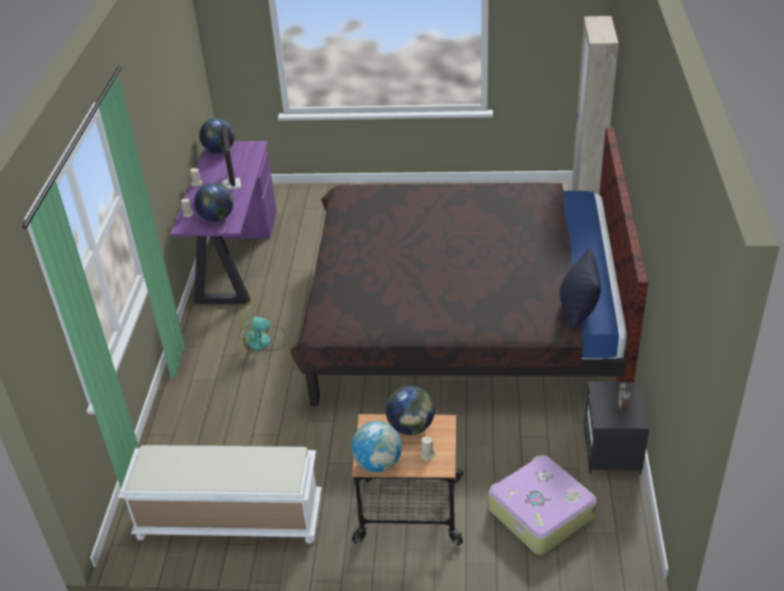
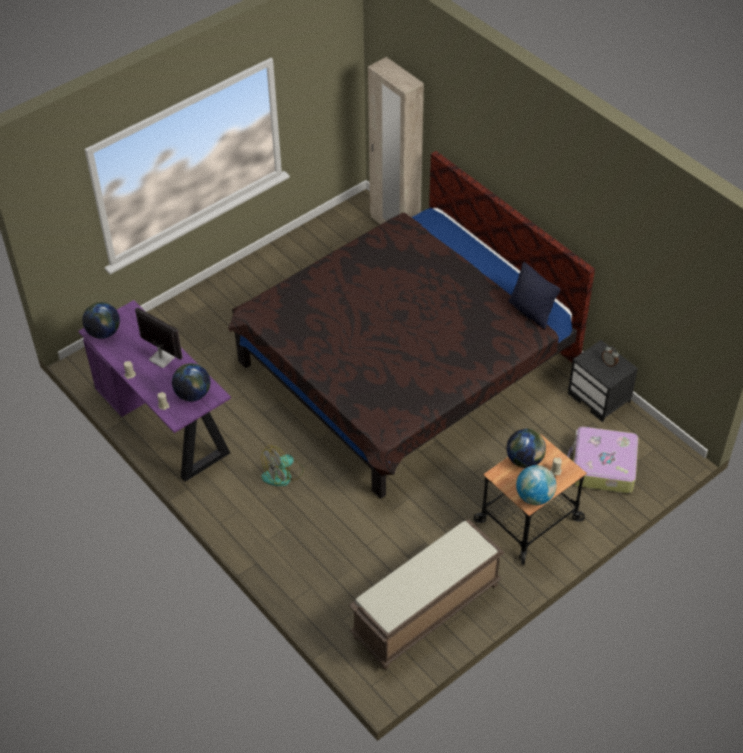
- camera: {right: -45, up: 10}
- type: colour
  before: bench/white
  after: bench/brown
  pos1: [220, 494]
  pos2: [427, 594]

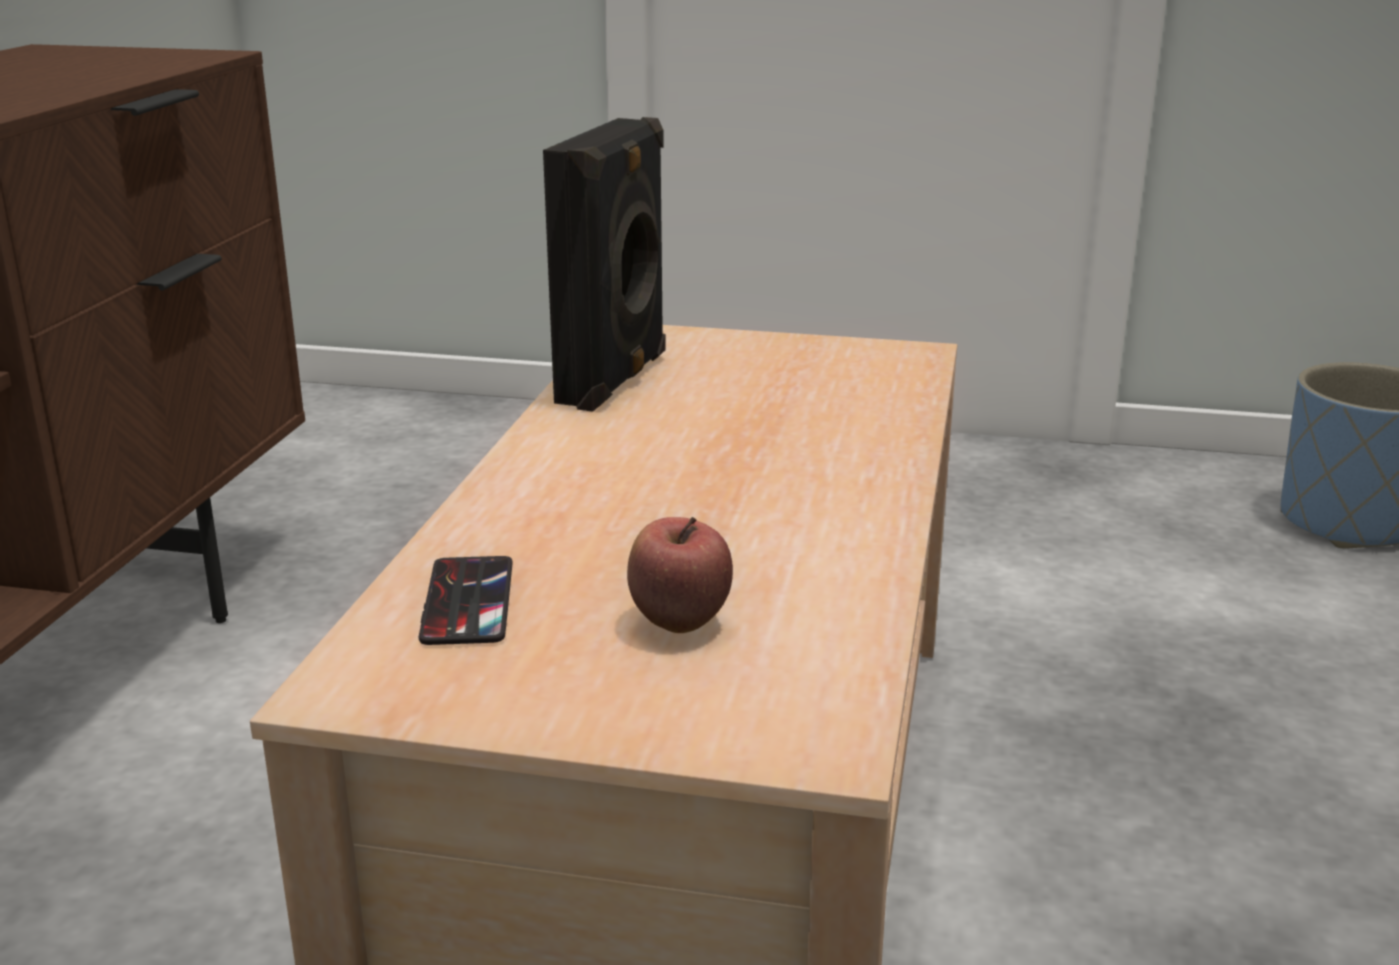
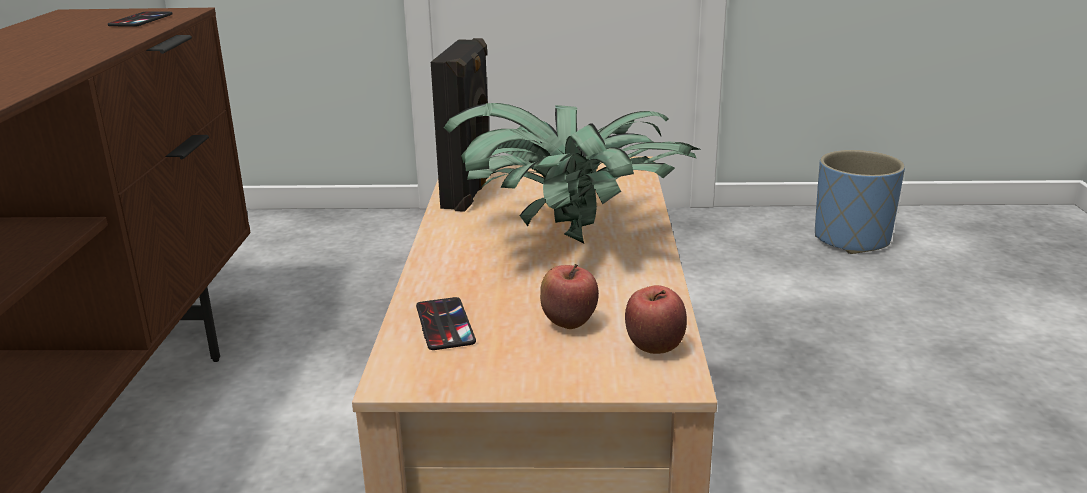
- camera: {right: -10, up: 0}
- type: appeared
  after: phone
  pos2: [140, 19]
- type: appeared
  after: potted plant
  pos2: [572, 173]
- type: appeared
  after: apple
  pos2: [656, 319]

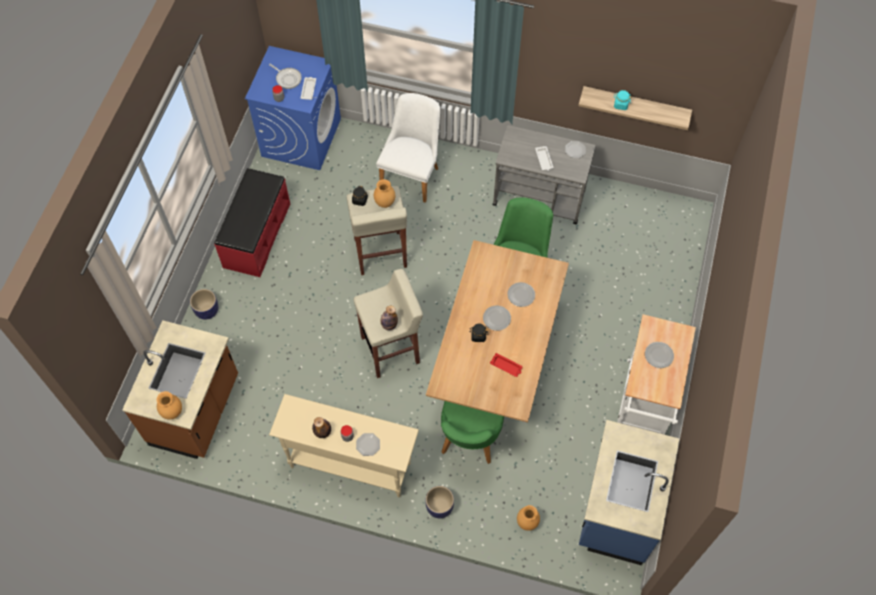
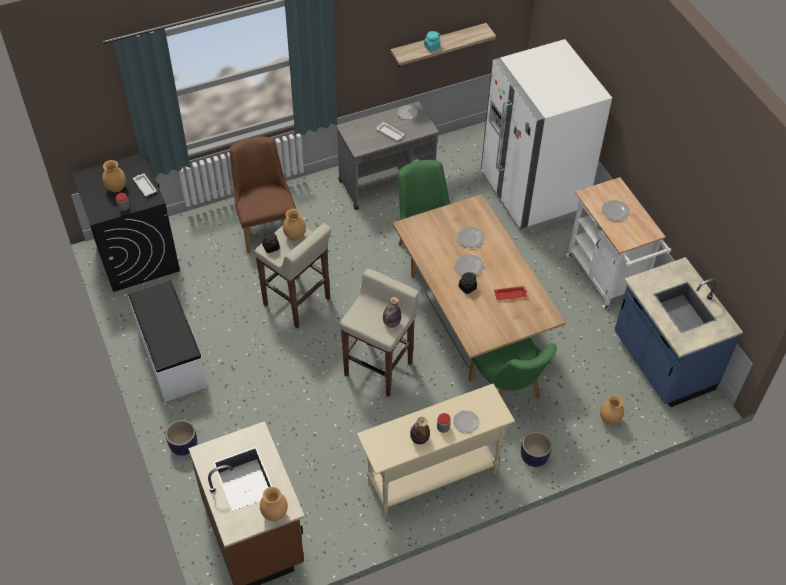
- camera: {right: -40, up: -10}
- type: colour
  before: washing machine/blue
  after: washing machine/black
  pos1: [293, 108]
  pos2: [126, 223]
- type: exchanged
  before: frying pan
  after: vase/brown
  pos1: [285, 76]
  pos2: [114, 176]
- type: colour
  before: bench/red
  after: bench/white
  pos1: [252, 222]
  pos2: [168, 341]
- type: colour
  before: chair/white
  after: chair/brown
  pos1: [408, 148]
  pos2: [262, 194]
- type: appeared
  after: fridge/white
  pos2: [546, 136]

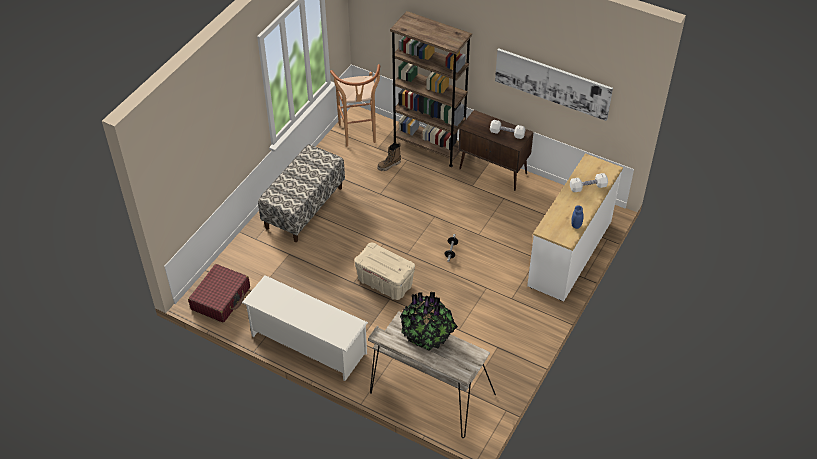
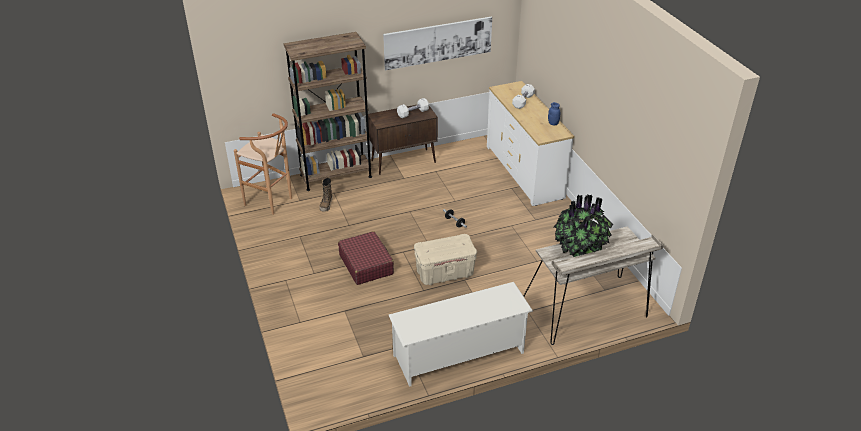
- camera: {right: -50, up: -10}
- type: relocated
  before: suitcase/red
  pos1: [219, 293]
  pos2: [366, 258]
- type: missing
  before: bench
  pos1: [301, 193]

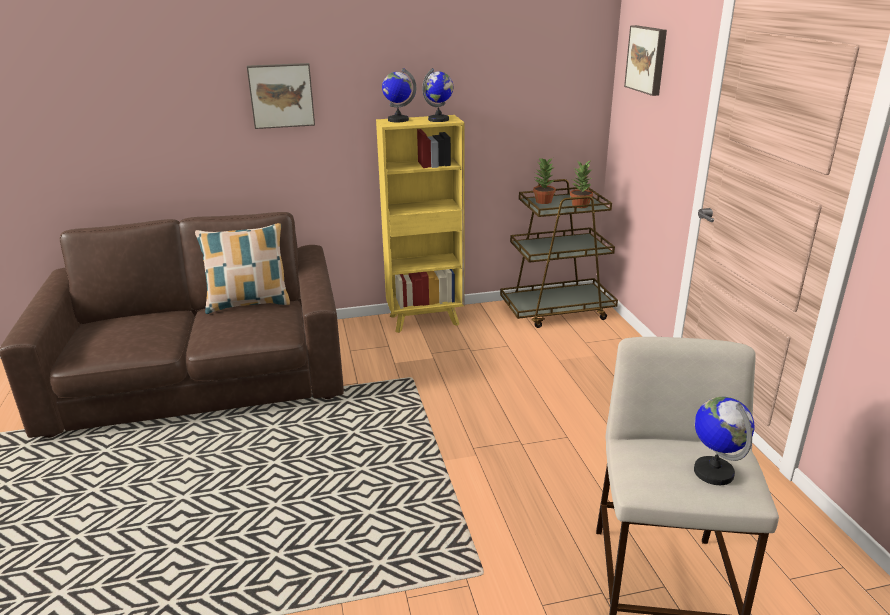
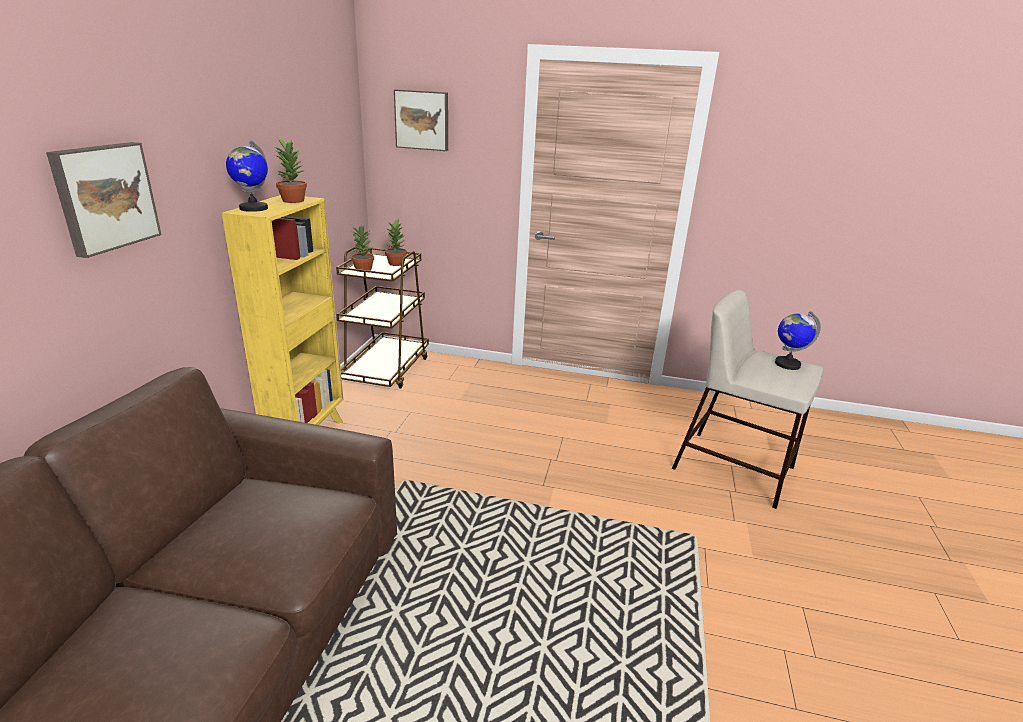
- camera: {right: -65, up: 0}
- type: exchanged
  before: globe
  after: potted plant
  pos1: [437, 95]
  pos2: [290, 171]
- type: missing
  before: pillow
  pos1: [242, 268]

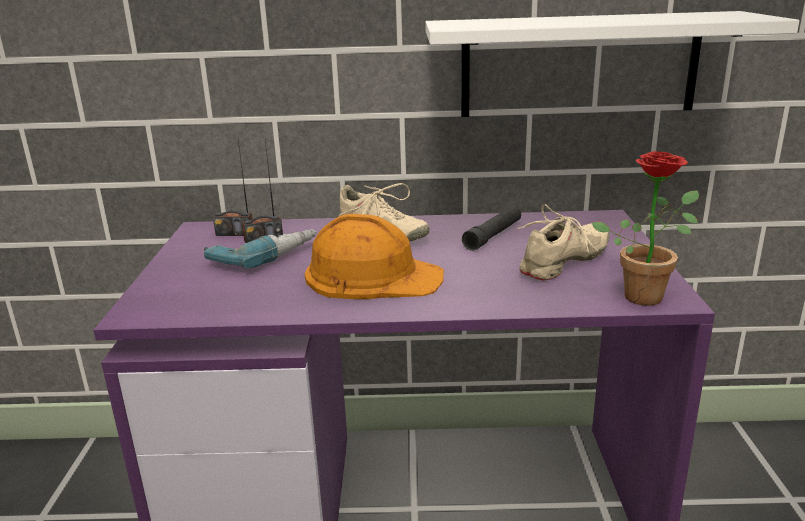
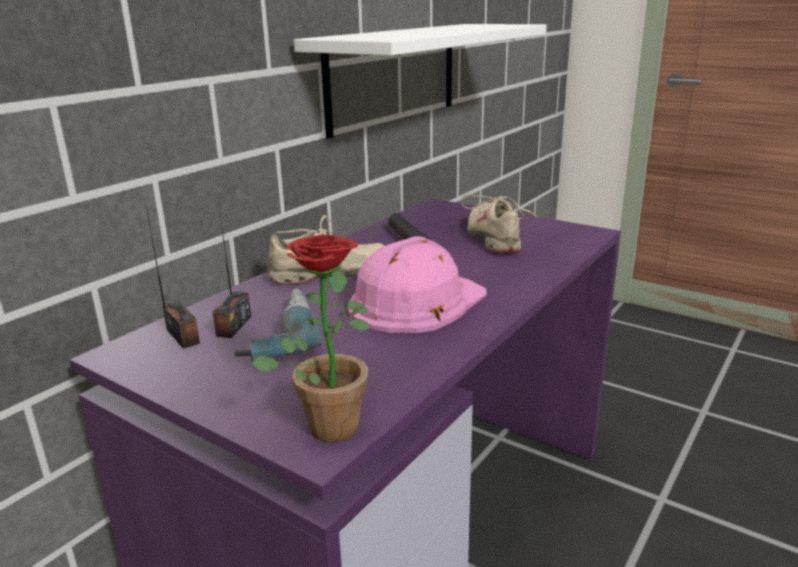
- camera: {right: -55, up: 0}
- type: spun
  before: radio
  pos1: [233, 188]
  pos2: [173, 278]
  turn: -75
- type: relocated
  before: potted plant
  pos1: [645, 228]
  pos2: [311, 339]
- type: colour
  before: hard hat/orange
  after: hard hat/pink
  pos1: [374, 256]
  pos2: [417, 284]

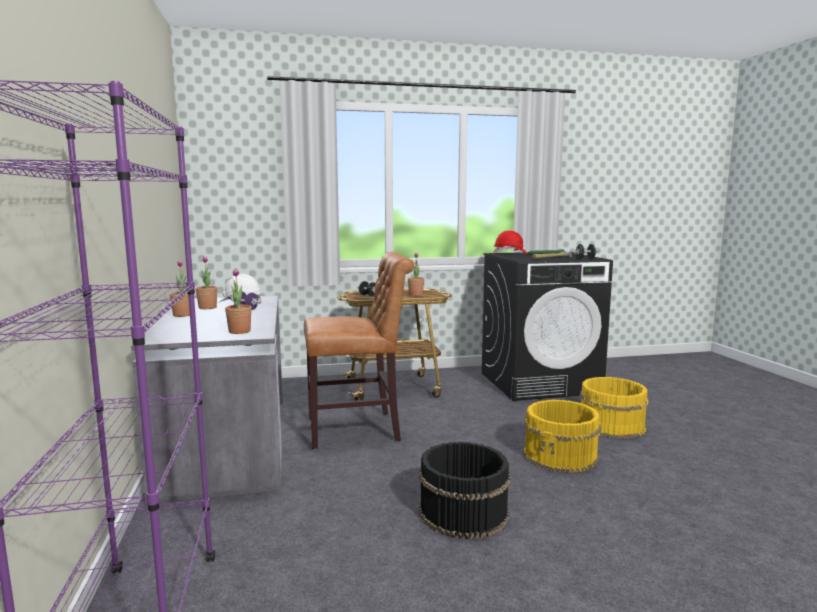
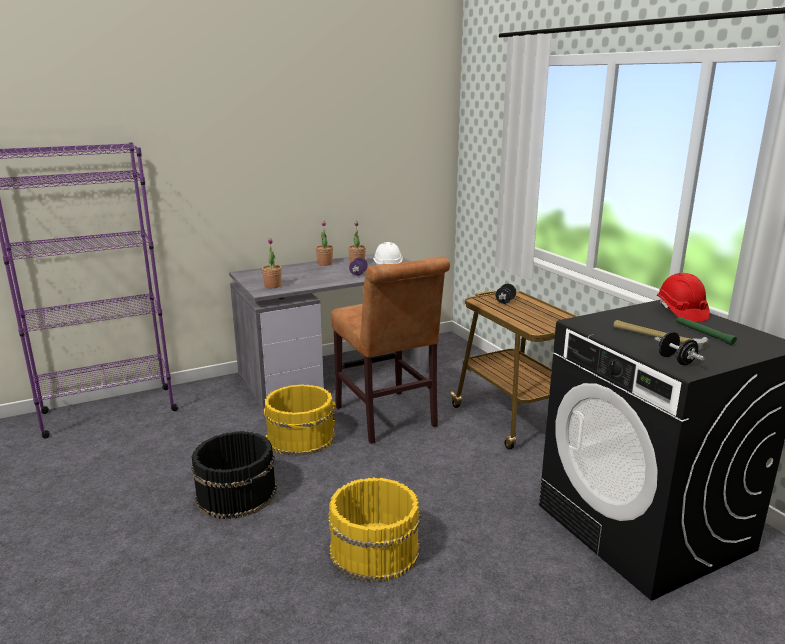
- camera: {right: 75, up: 10}
- type: relocated
  before: bucket/yellow
  pos1: [614, 408]
  pos2: [300, 420]
- type: missing
  before: potted plant
  pos1: [416, 274]

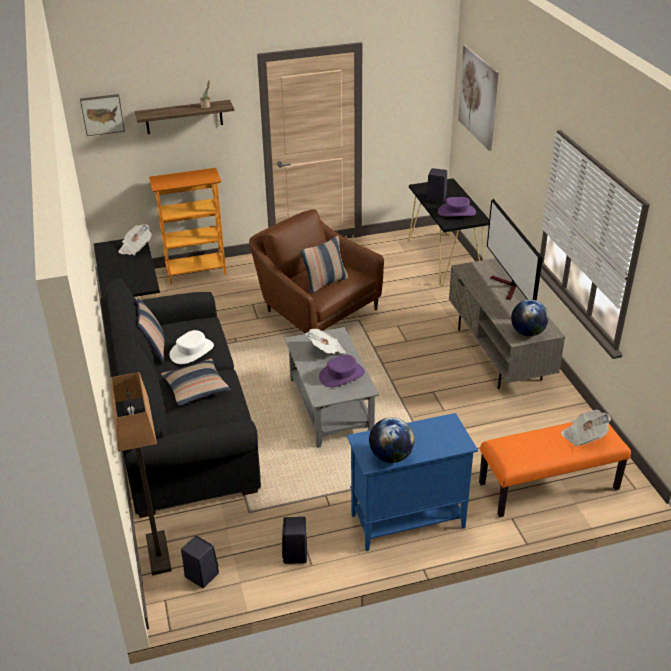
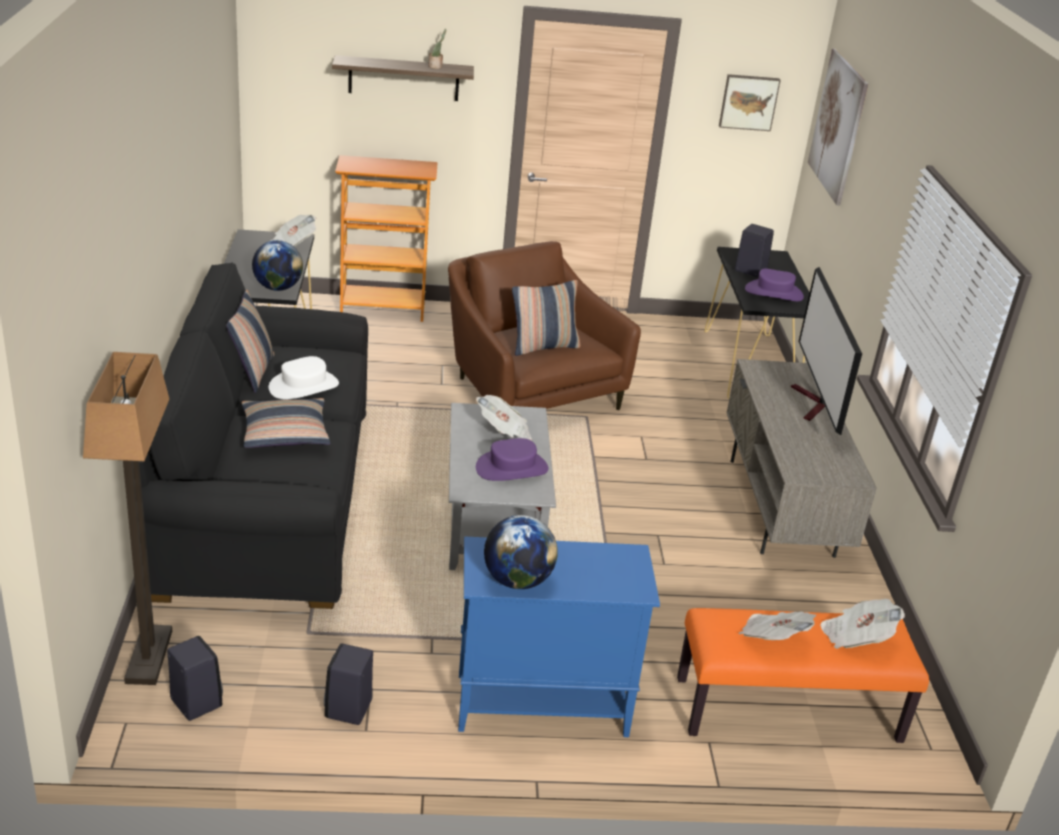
- camera: {right: 10, up: -5}
- type: relocated
  before: globe
  pos1: [530, 318]
  pos2: [277, 265]
- type: relocated
  before: picture
  pos1: [102, 115]
  pos2: [750, 102]
- type: appeared
  after: newspaper
  pos2: [777, 625]

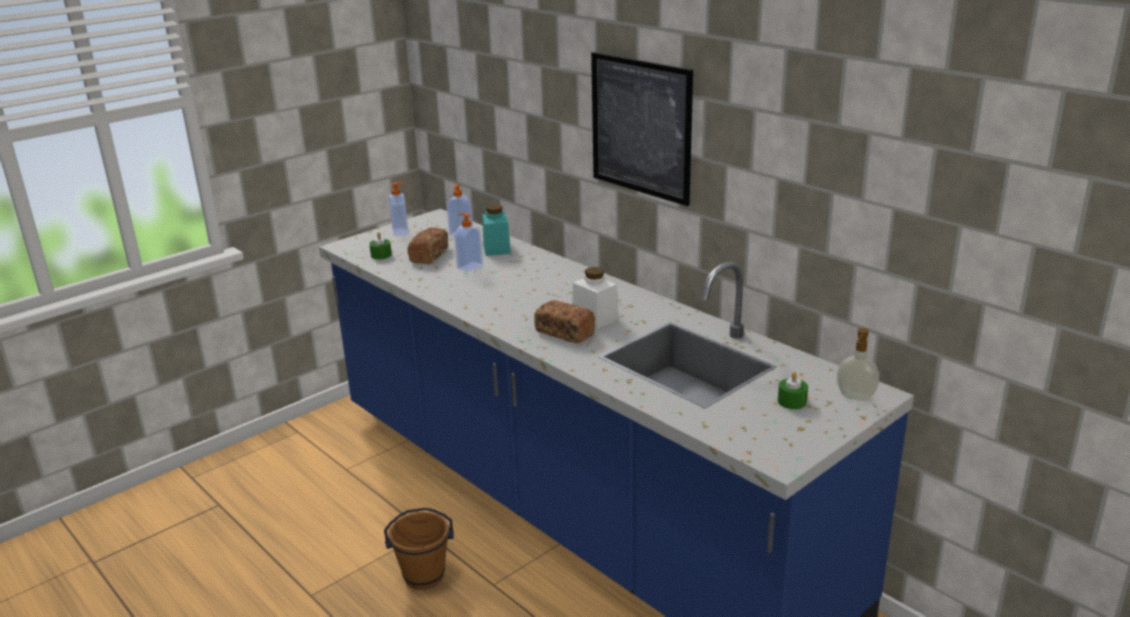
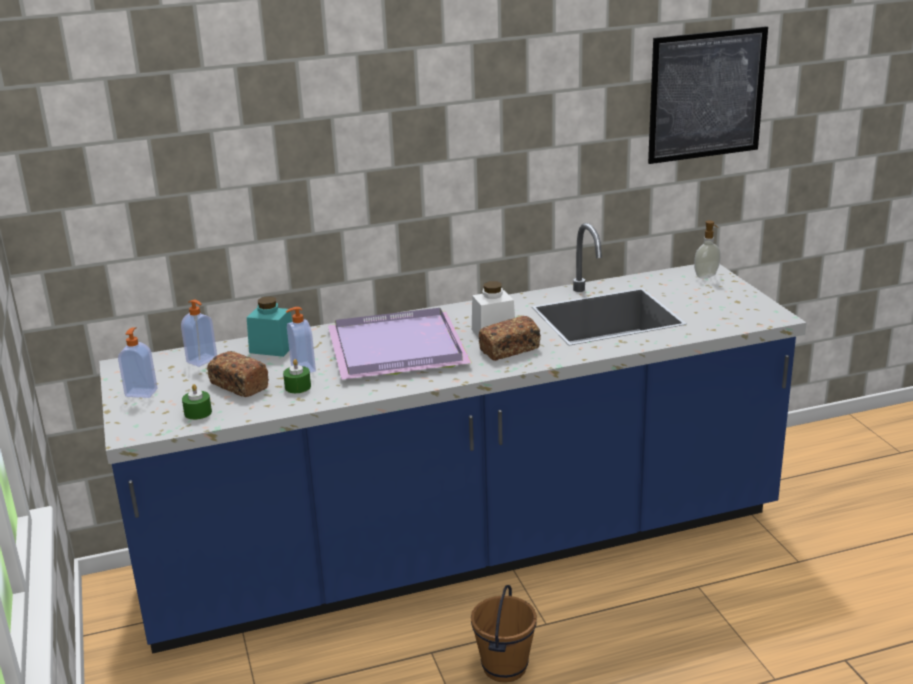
- camera: {right: -65, up: 0}
- type: relocated
  before: candle/green
  pos1: [793, 390]
  pos2: [297, 376]
- type: appeared
  after: tray/purple
  pos2: [400, 344]
- type: relocated
  before: picture
  pos1: [642, 129]
  pos2: [708, 95]

